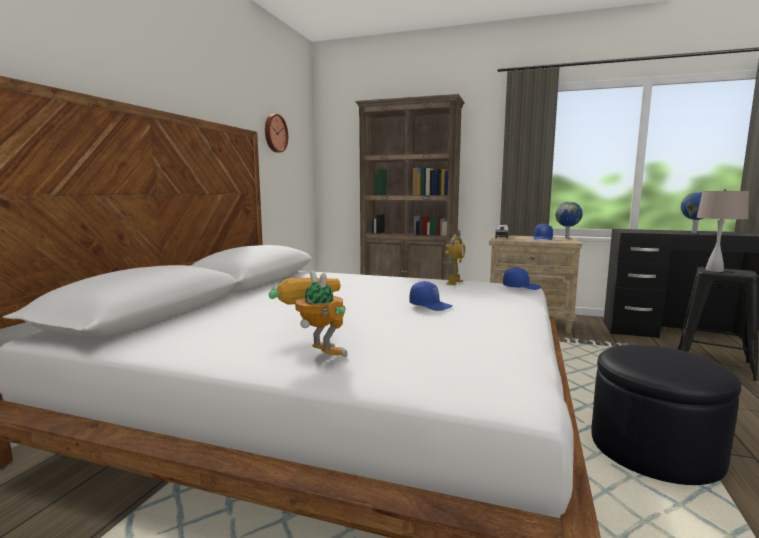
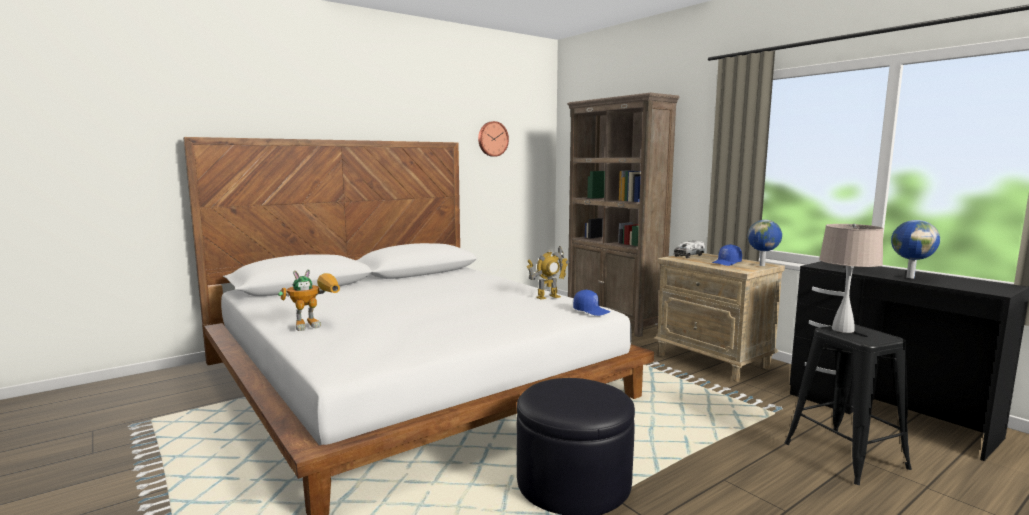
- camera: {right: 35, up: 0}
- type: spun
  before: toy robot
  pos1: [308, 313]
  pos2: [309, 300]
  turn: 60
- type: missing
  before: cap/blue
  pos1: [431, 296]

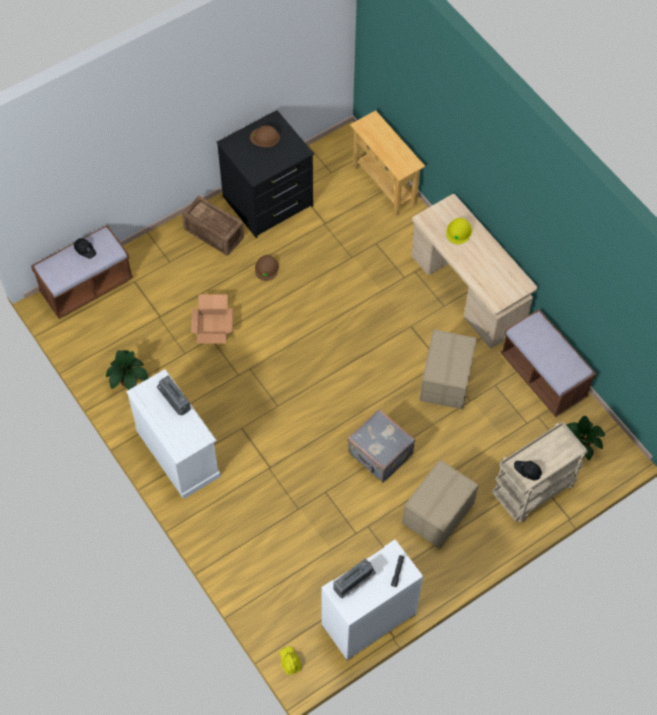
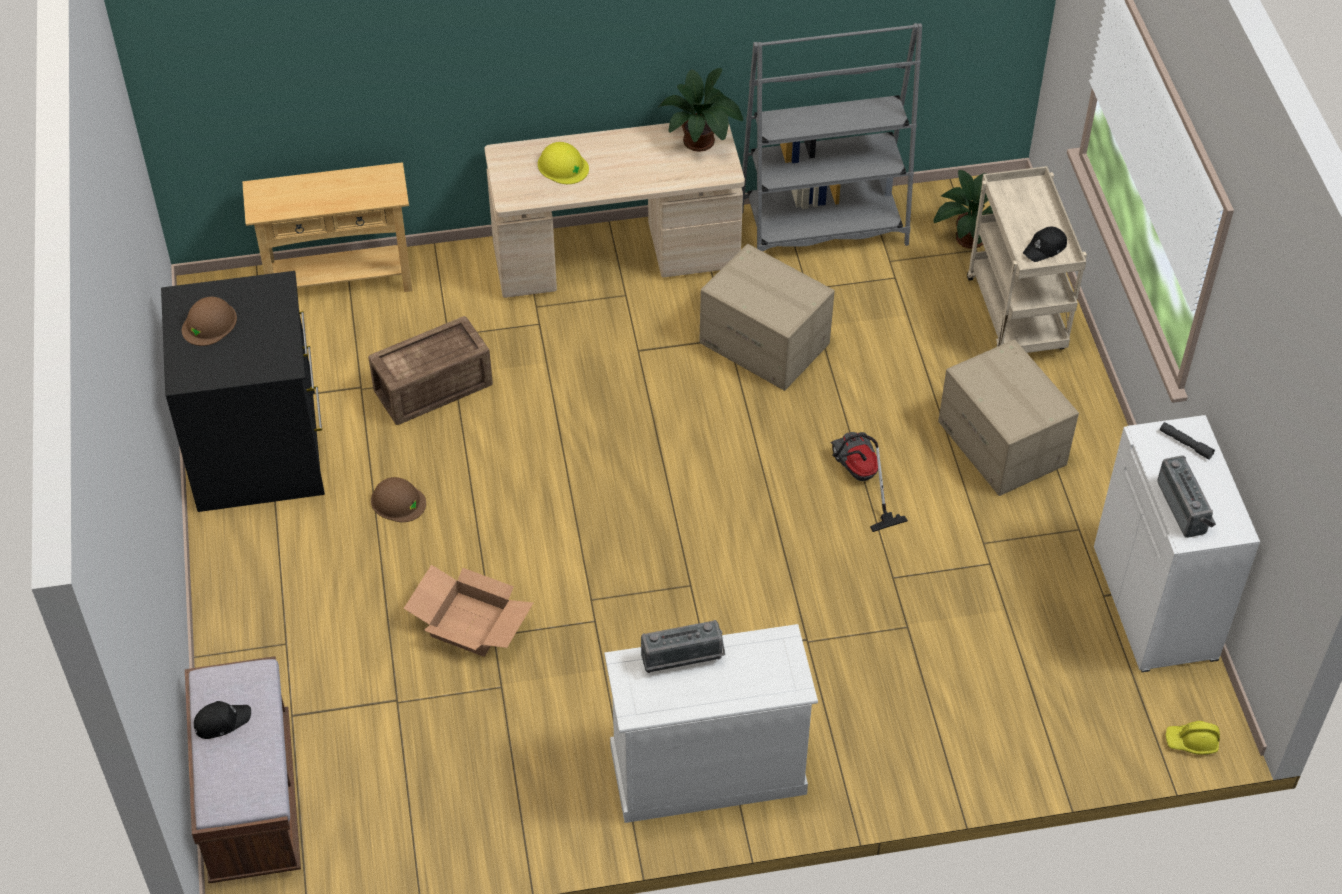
- camera: {right: -65, up: -10}
- type: relocated
  before: crate
  pos1: [213, 226]
  pos2: [430, 370]
- type: relocated
  before: potted plant
  pos1: [127, 370]
  pos2: [700, 110]
- type: exchanged
  before: bench/brown
  after: bookcase/grey
  pos1: [548, 363]
  pos2: [831, 137]
- type: exchanged
  before: suitcase/grey
  after: vacuum cleaner
  pos1: [381, 446]
  pos2: [869, 482]

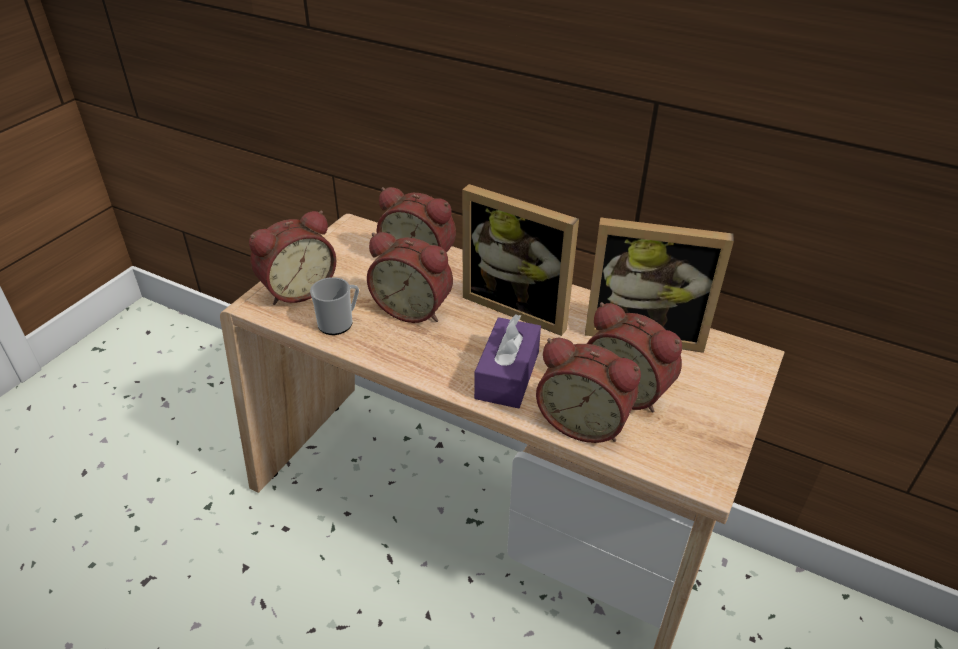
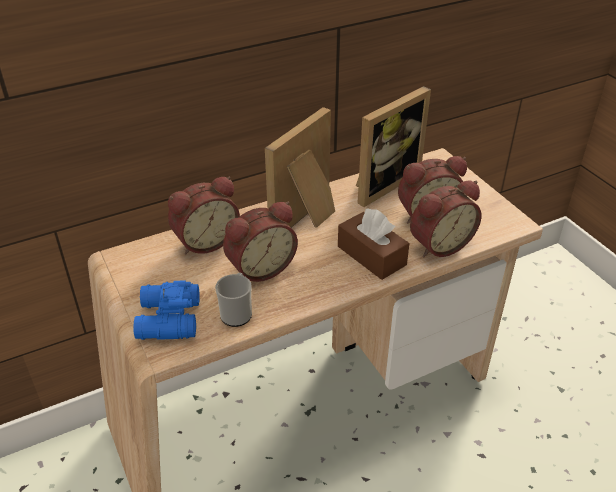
- camera: {right: -55, up: 0}
- type: exchanged
  before: alarm clock
  after: binoculars/blue
  pos1: [292, 258]
  pos2: [166, 310]
- type: spun
  before: picture frame
  pos1: [520, 260]
  pos2: [300, 167]
  turn: 150
- type: colour
  before: tissue box/purple
  after: tissue box/brown
  pos1: [507, 361]
  pos2: [373, 244]

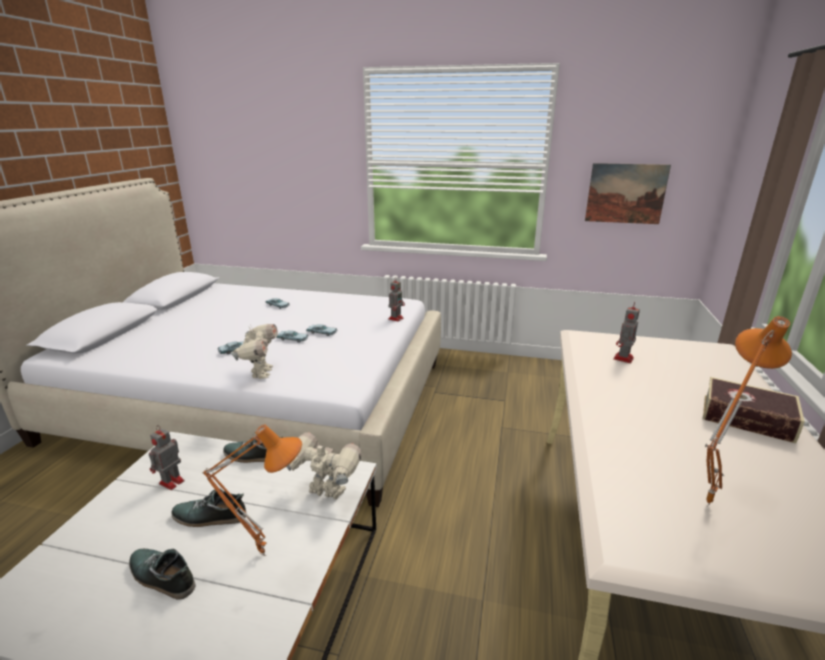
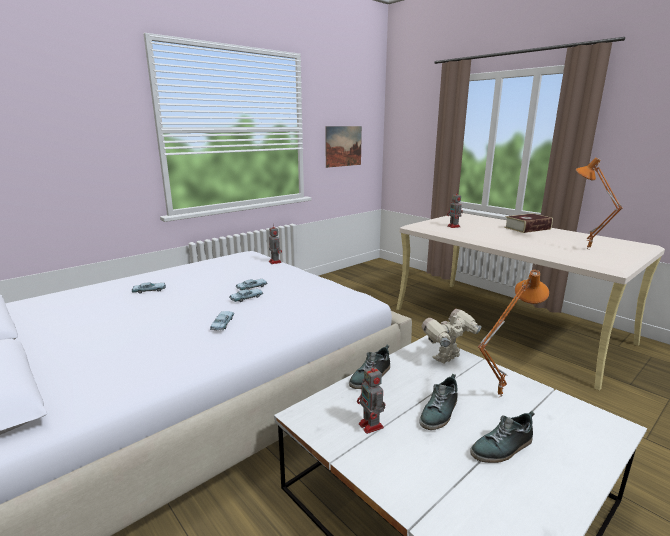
- camera: {right: -55, up: -5}
- type: missing
  before: toy robot
  pos1: [254, 351]

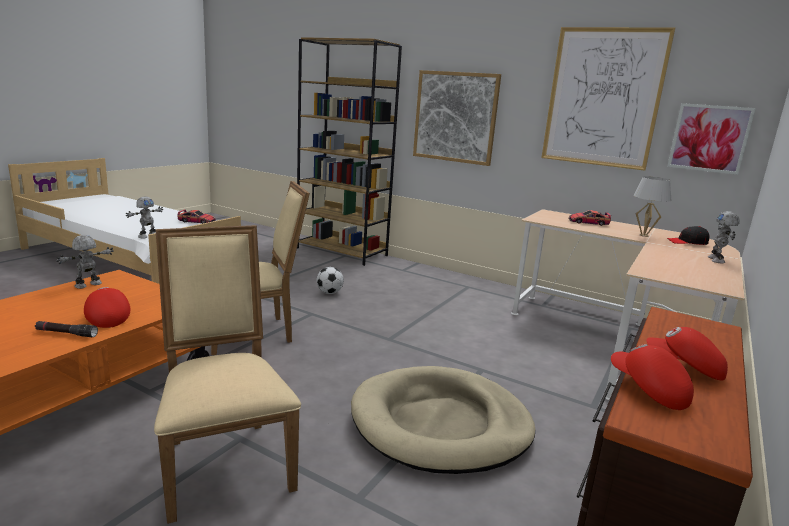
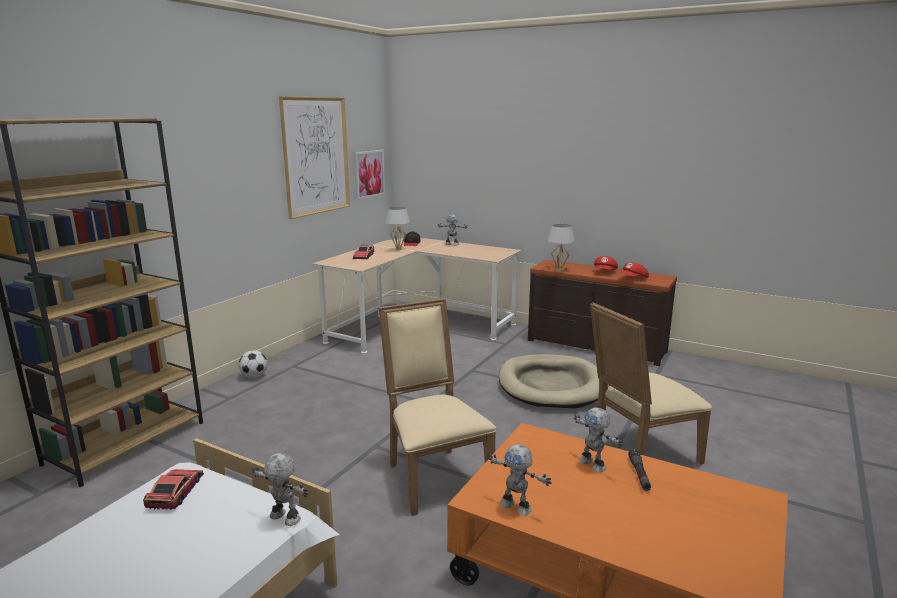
- camera: {right: -90, up: 0}
- type: relocated
  before: football
  pos1: [330, 280]
  pos2: [253, 364]
- type: appeared
  after: table lamp/white
  pos2: [561, 247]
- type: exchanged
  before: cap/red
  after: toy robot
  pos1: [107, 307]
  pos2: [598, 439]
- type: missing
  before: picture
  pos1: [457, 118]

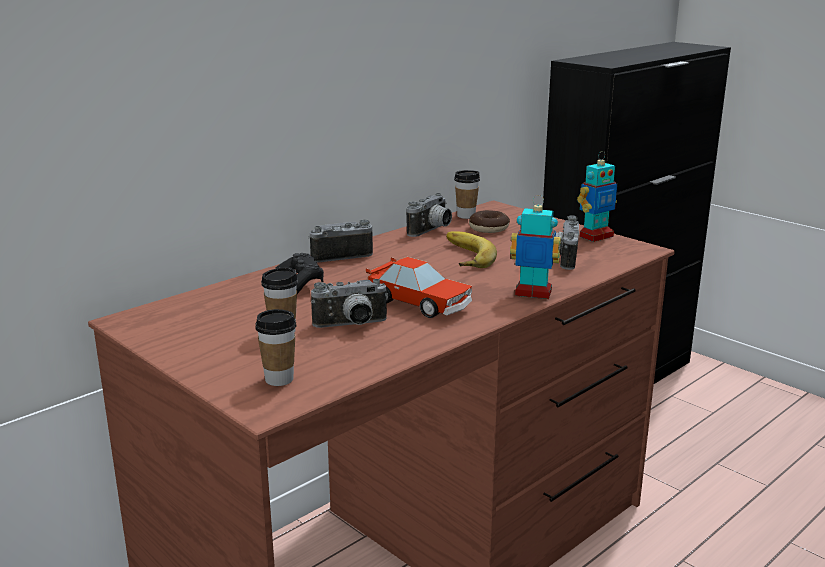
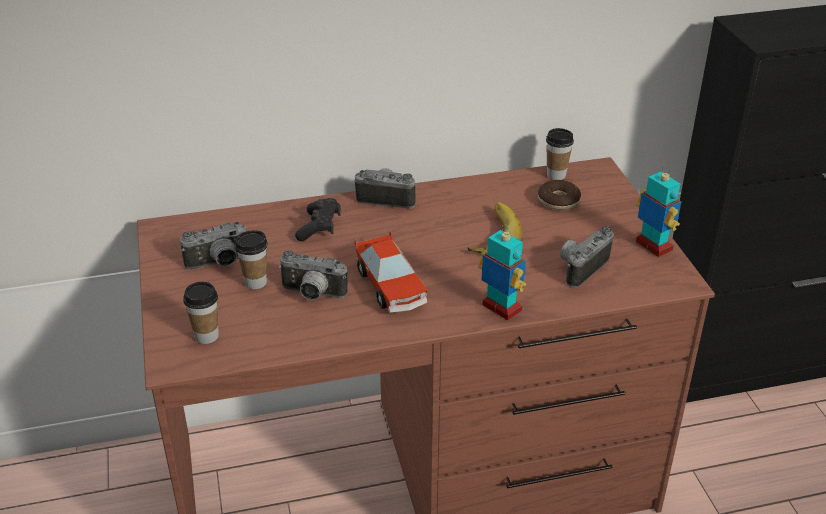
- camera: {right: 30, up: 15}
- type: relocated
  before: photo camera
  pos1: [429, 215]
  pos2: [213, 246]
- type: spun
  before: toy robot
  pos1: [597, 196]
  pos2: [658, 211]
  turn: -120

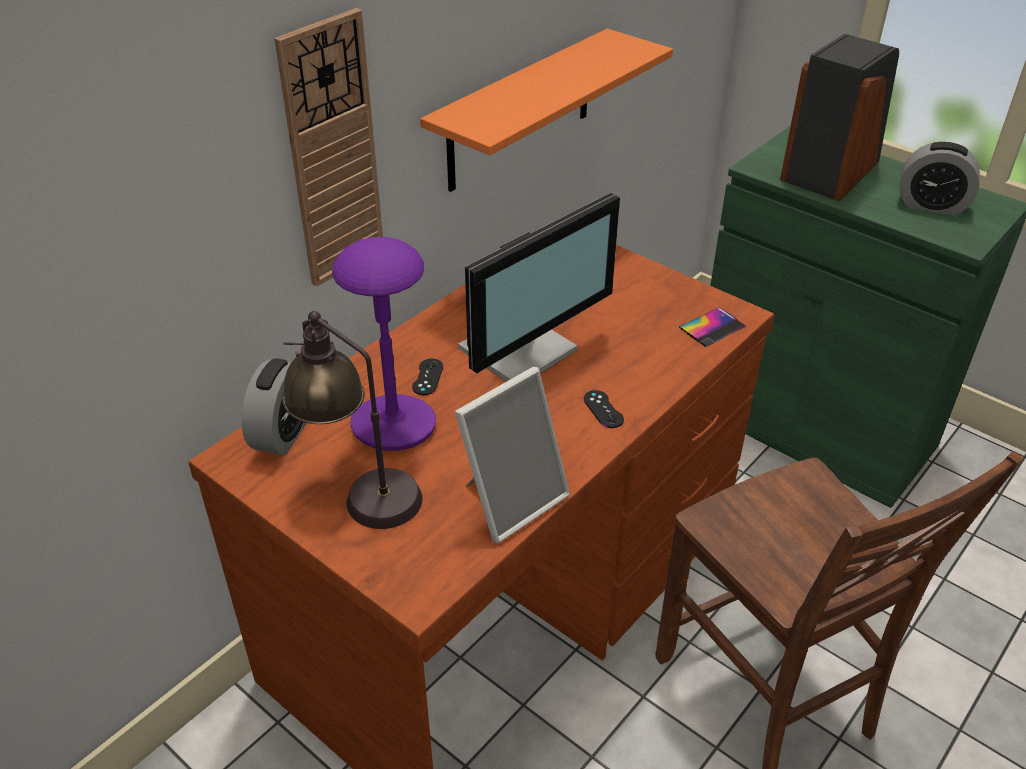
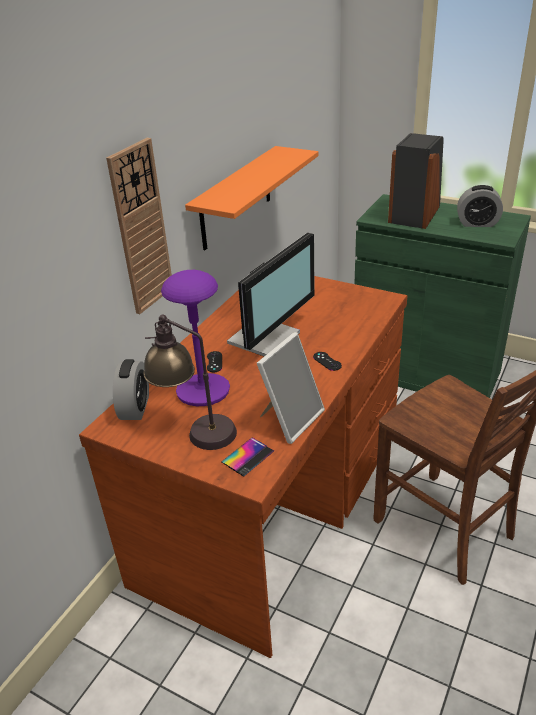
- camera: {right: -10, up: -5}
- type: relocated
  before: phone
  pos1: [712, 327]
  pos2: [247, 457]

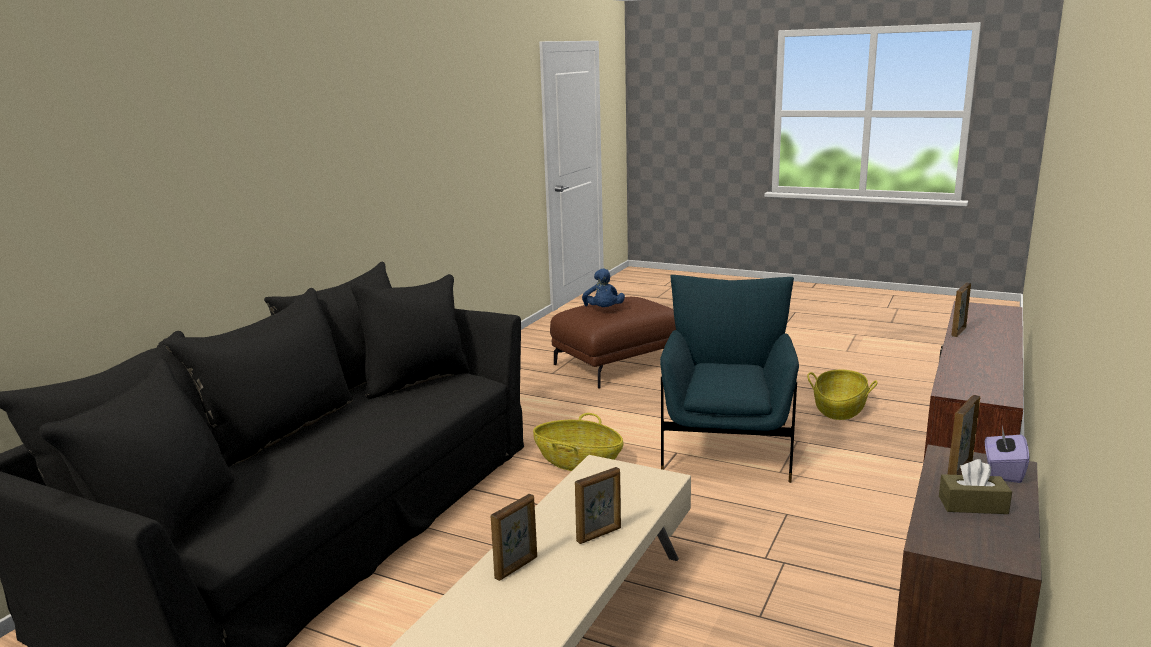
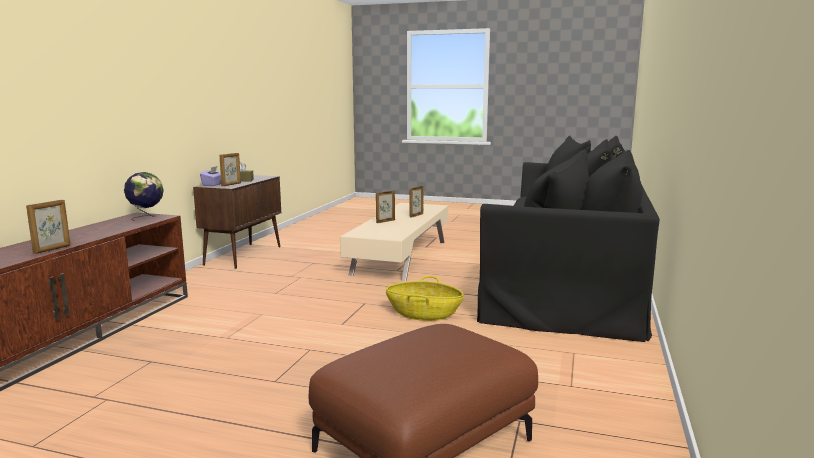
- camera: {right: 170, up: -5}
- type: appeared
  after: globe
  pos2: [144, 196]
- type: missing
  before: plush toy/blue
  pos1: [603, 287]
- type: missing
  before: armchair/blue
  pos1: [729, 379]
- type: missing
  before: basket
  pos1: [842, 395]

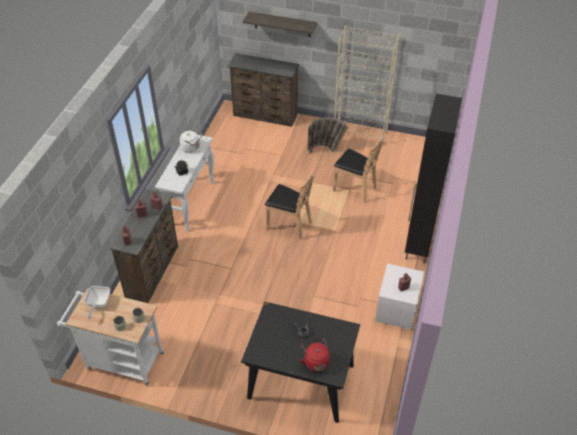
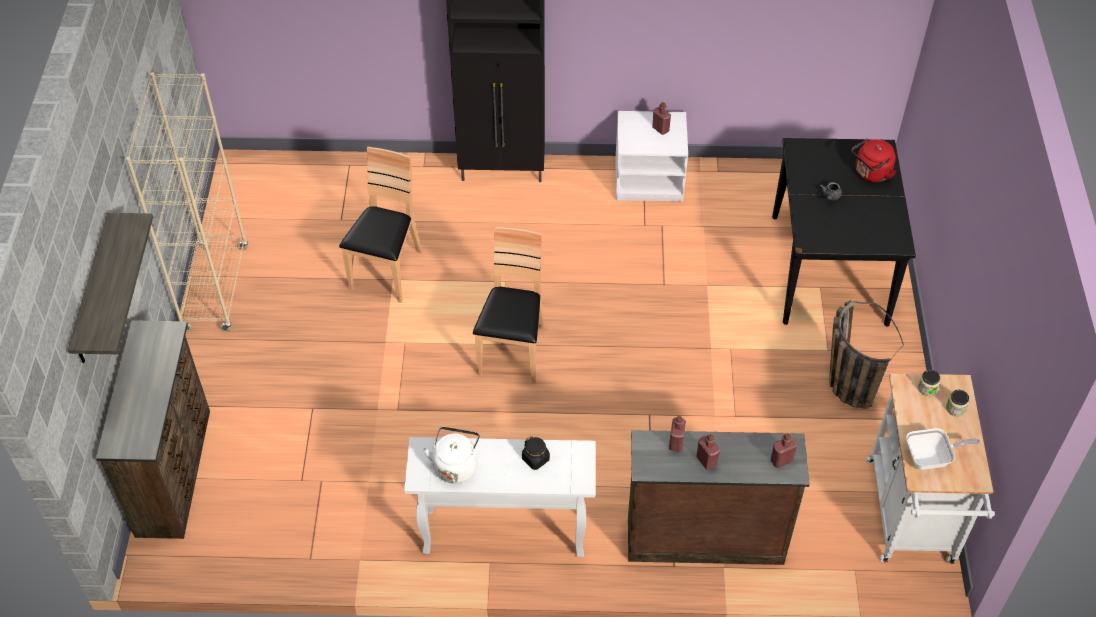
- camera: {right: -105, up: 5}
- type: relocated
  before: basket
  pos1: [327, 135]
  pos2: [866, 354]

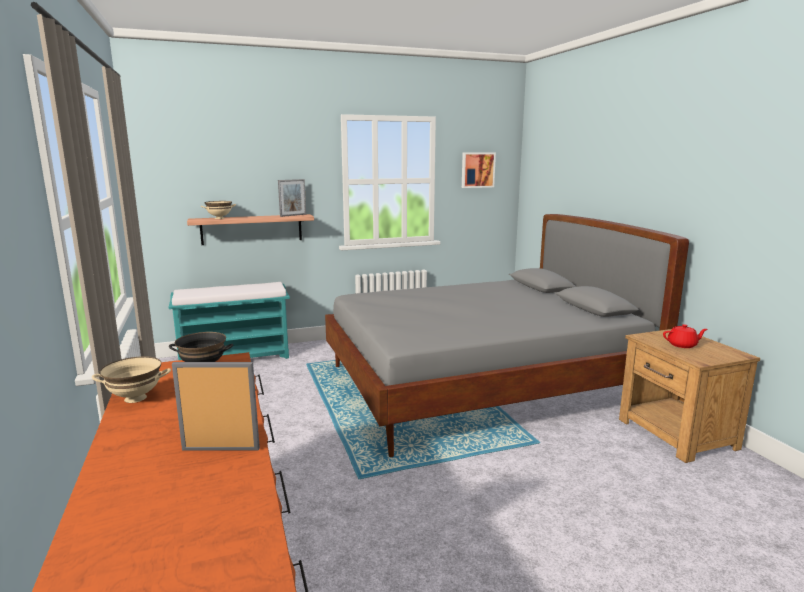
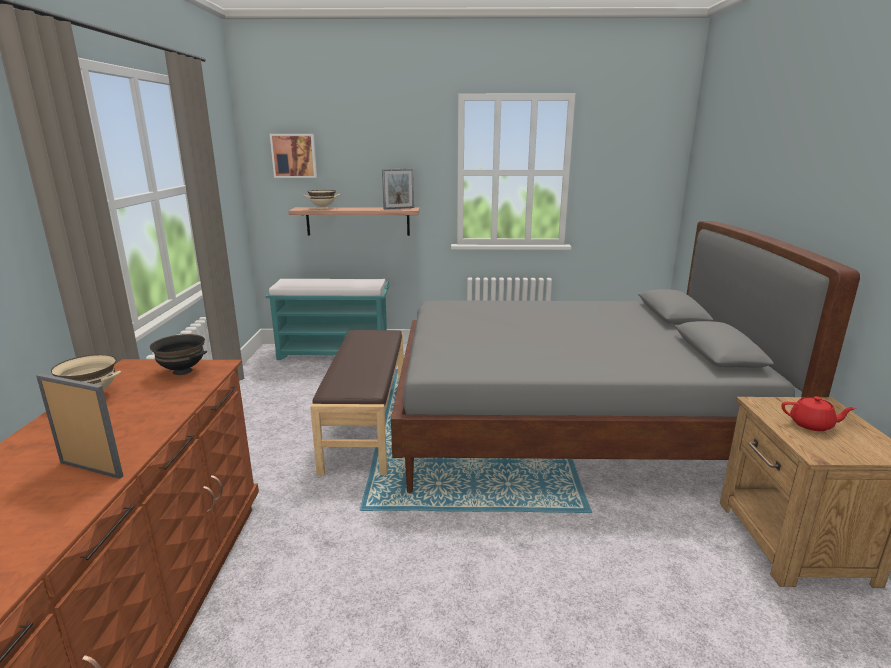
- camera: {right: 20, up: 5}
- type: relocated
  before: picture
  pos1: [479, 170]
  pos2: [293, 156]
- type: appeared
  after: bench/brown
  pos2: [357, 402]

